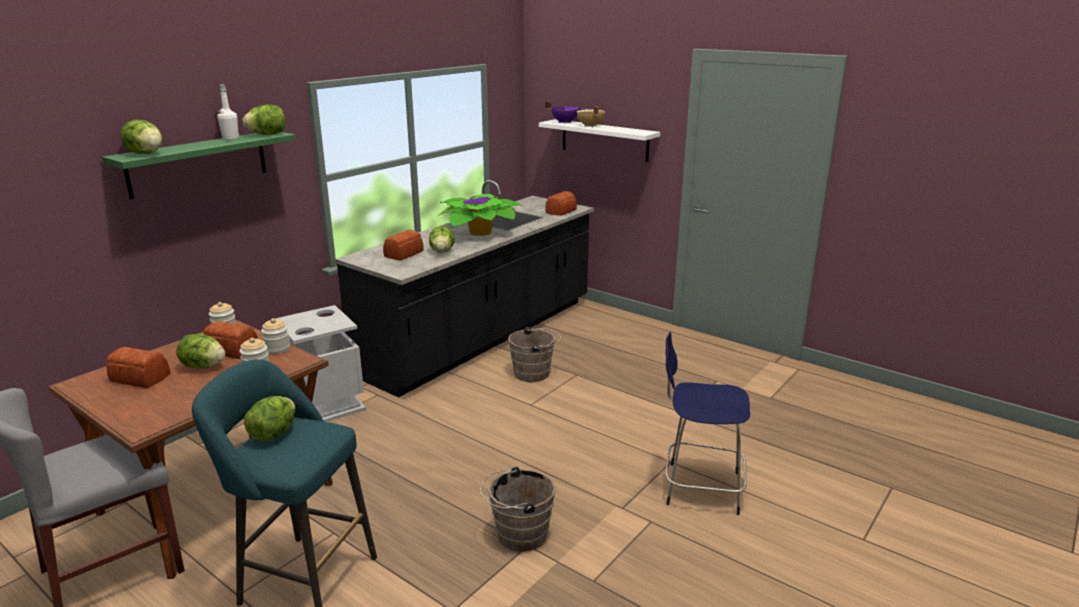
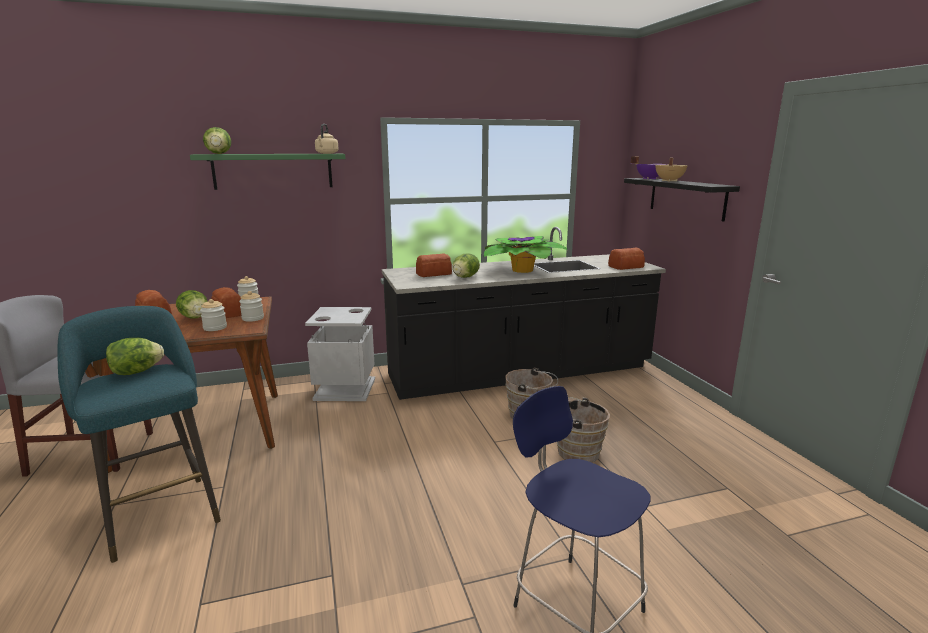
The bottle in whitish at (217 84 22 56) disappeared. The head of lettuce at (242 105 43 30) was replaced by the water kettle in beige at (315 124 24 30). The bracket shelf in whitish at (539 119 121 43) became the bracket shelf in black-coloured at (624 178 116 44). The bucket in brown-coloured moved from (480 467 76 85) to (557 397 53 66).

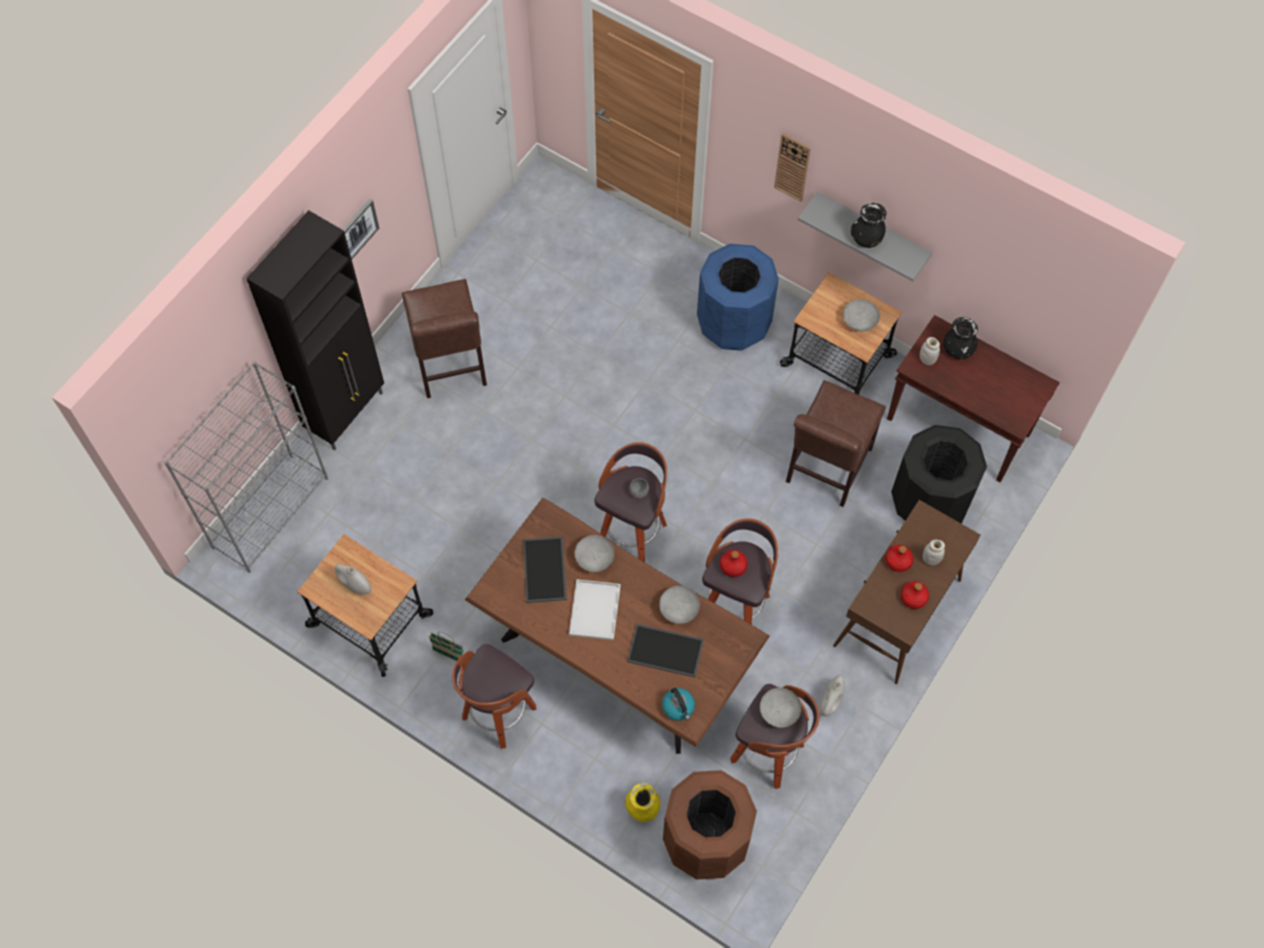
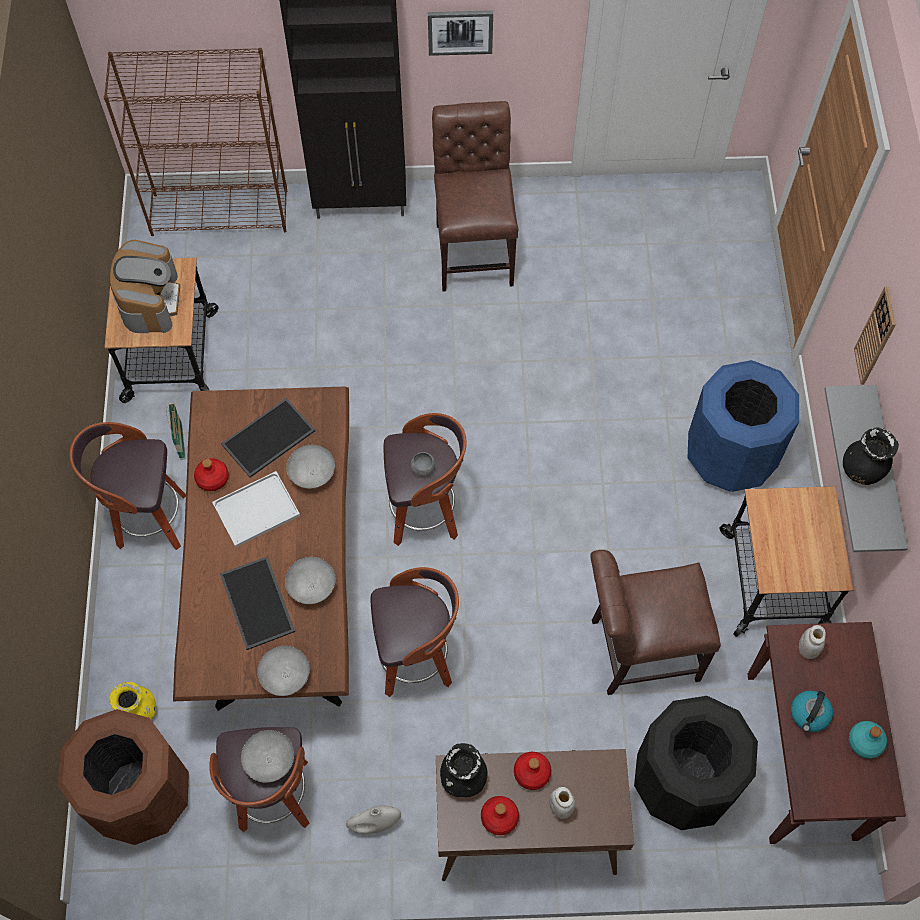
The plain chair in brown-coloured at (402 279 85 119) turned 135 degrees clockwise. The deep dish in greyish moved from (843 299 37 32) to (257 646 53 50). The flower vase in black-coloured moved from (943 317 35 42) to (440 743 48 54). The bookshelf in greyish at (164 361 164 212) became the bookshelf in brown-coloured at (103 48 185 188). The bottle in red moved from (720 550 28 27) to (194 458 35 33). The flower vase in whitish at (335 564 36 30) was replaced by the coffee brewer at (110 240 70 93). The water kettle moved from (662 688 33 33) to (791 690 42 42). The bottle in blue-green at (849 721 38 38) appeared.

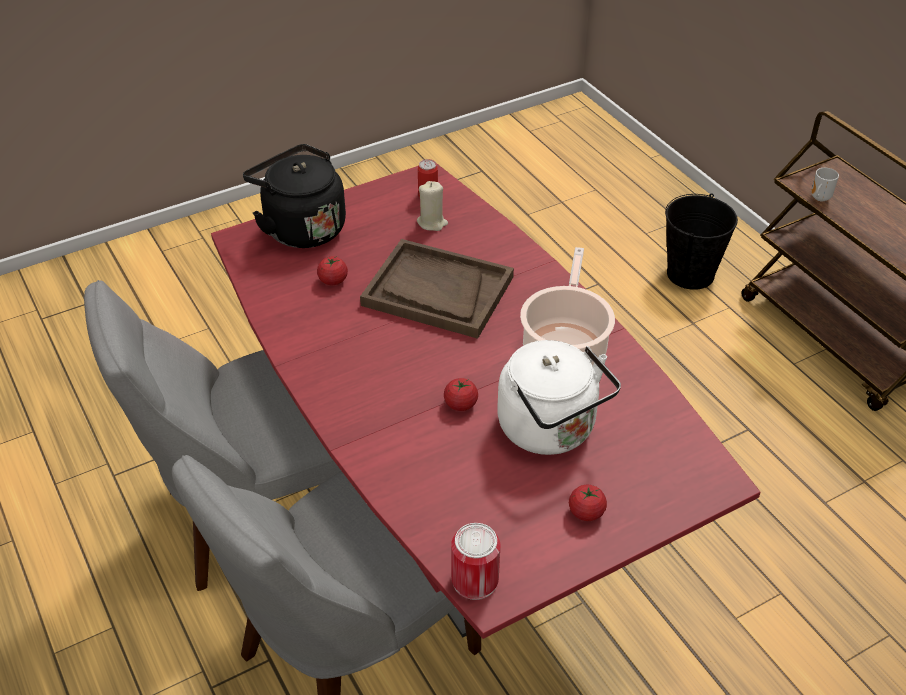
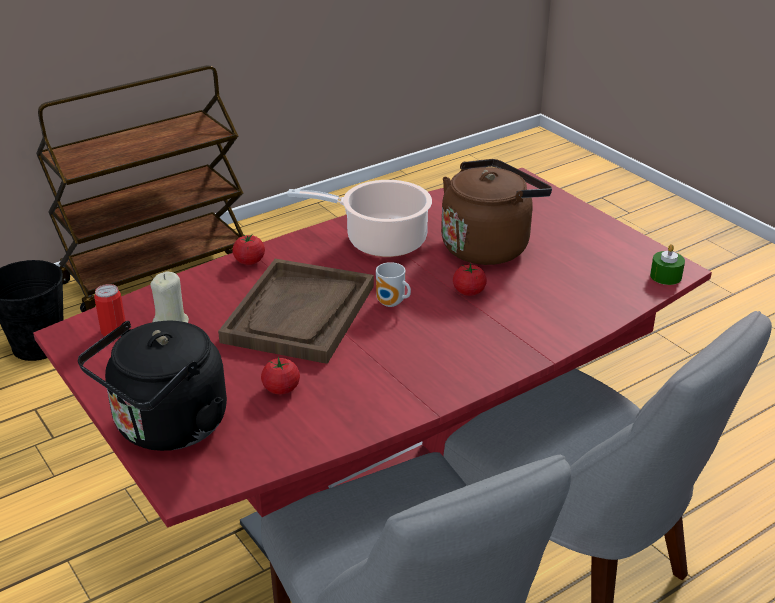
The coffee mug moved from (811 168 28 33) to (376 262 35 45). The water kettle in whitish at (497 340 124 115) became the water kettle in brown-coloured at (441 159 111 106). The fresh tomato moved from (569 485 38 36) to (232 234 33 31). The sealed can at (451 523 49 77) was replaced by the candle in green-coloured at (650 244 35 41).

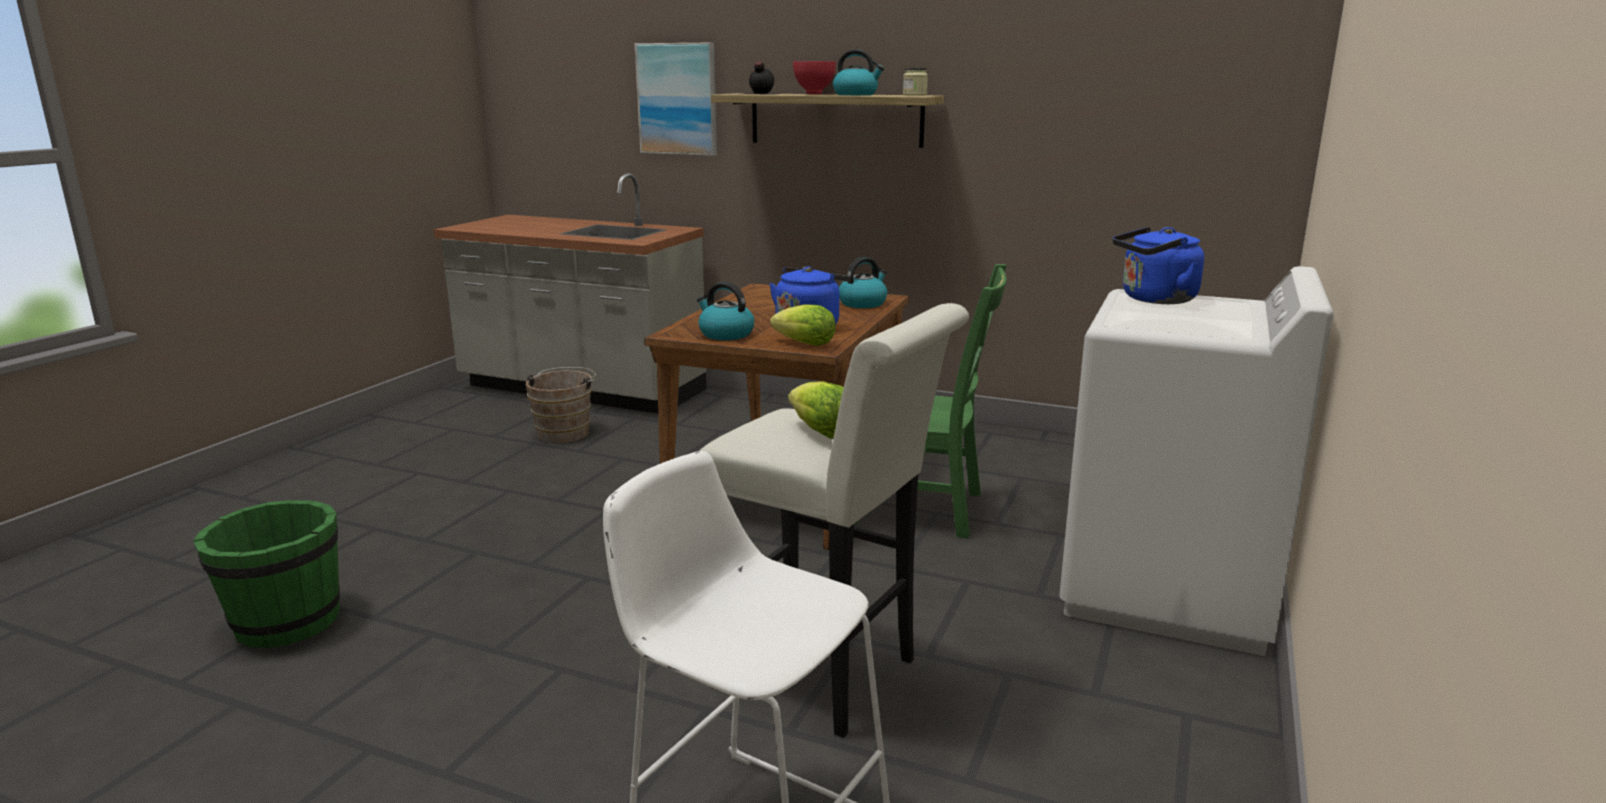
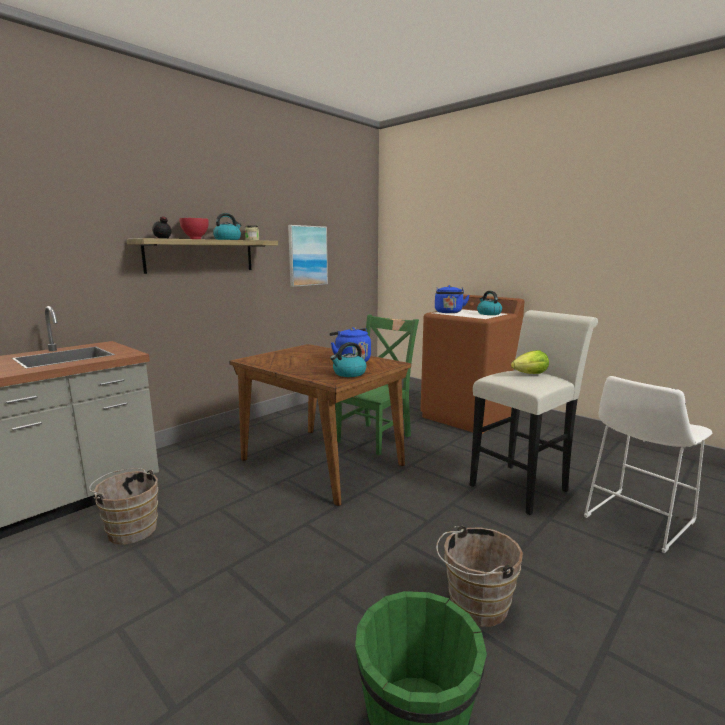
The picture moved from (635 43 82 113) to (288 225 40 62). The water kettle moved from (839 257 48 51) to (477 291 25 24). The laundry machine in whitish at (1060 266 273 390) became the laundry machine in brown-coloured at (421 294 104 140). The head of lettuce at (770 304 66 42) disappeared. The bucket in brown-coloured at (436 525 87 102) appeared.

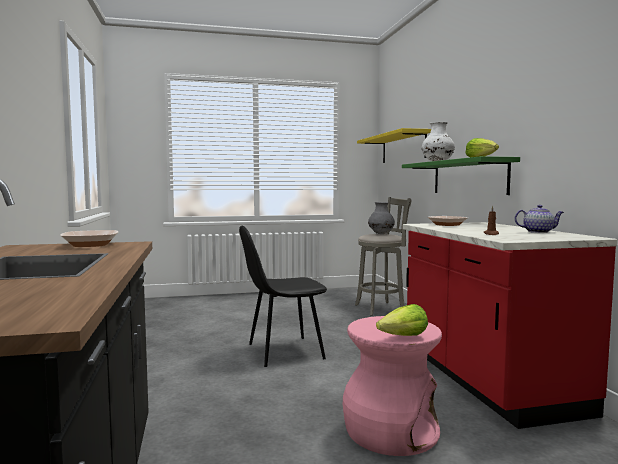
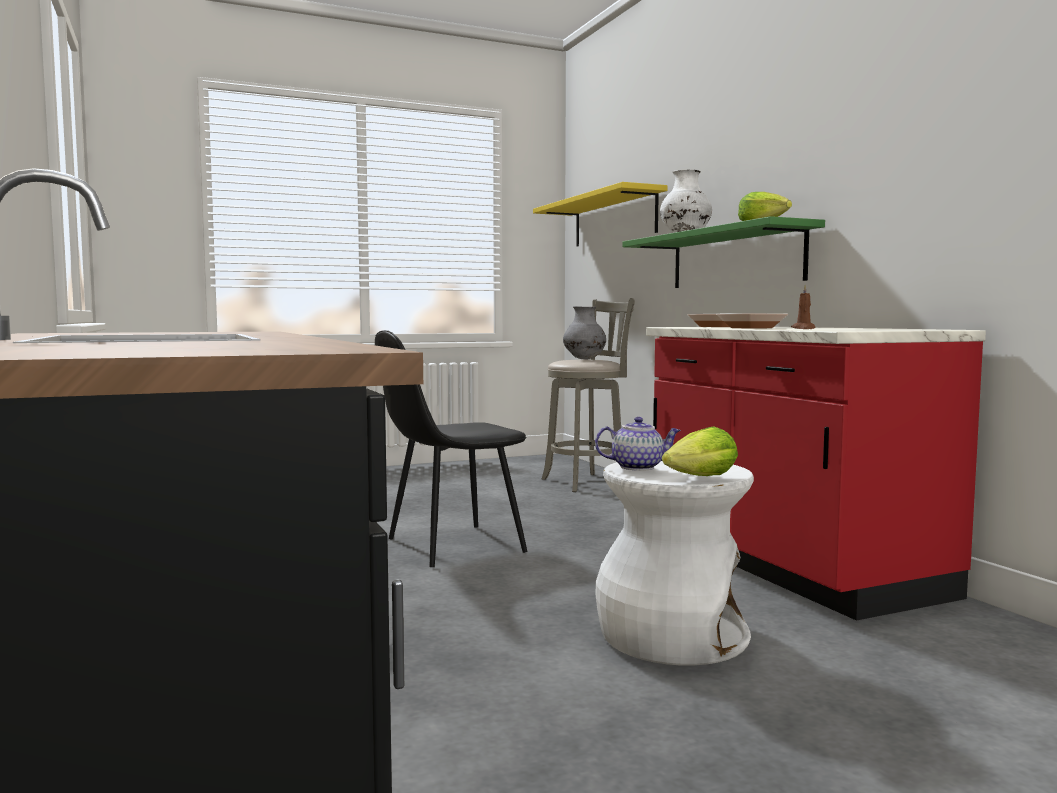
The tea pot moved from (515 205 49 28) to (595 417 86 54). The deep dish moved from (60 230 58 17) to (716 313 72 15). The stool seat in pink-coloured at (343 316 99 140) became the stool seat in whitish at (596 461 158 205).

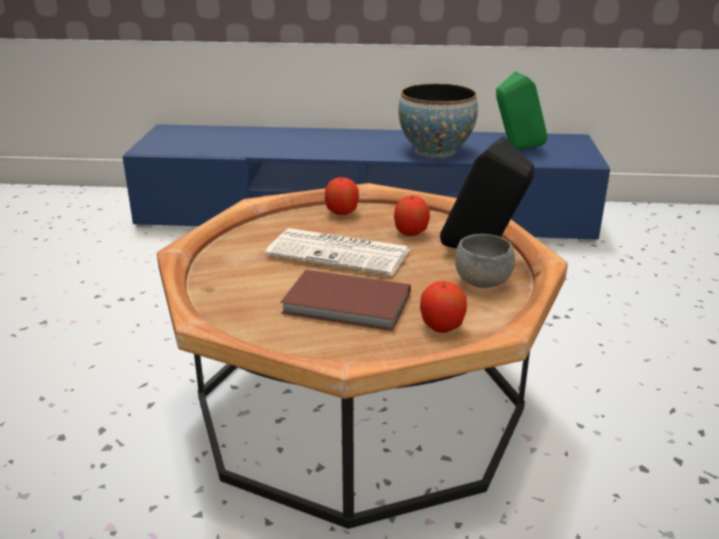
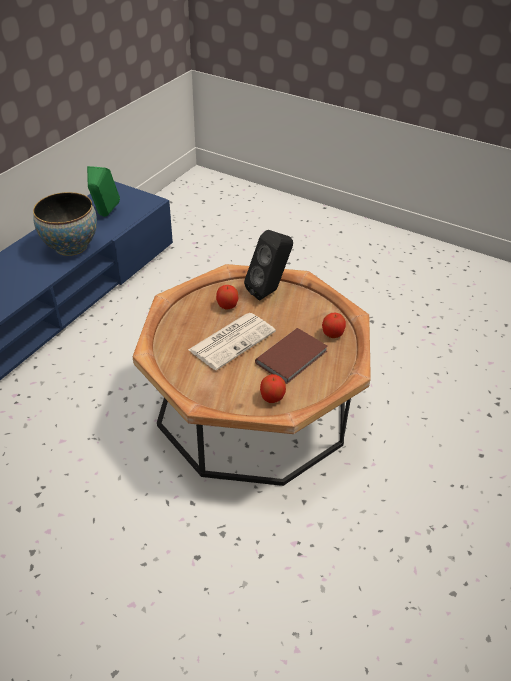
The whole apple moved from (324 177 35 38) to (260 374 26 29). The deep dish in greyish at (455 234 60 54) disappeared.

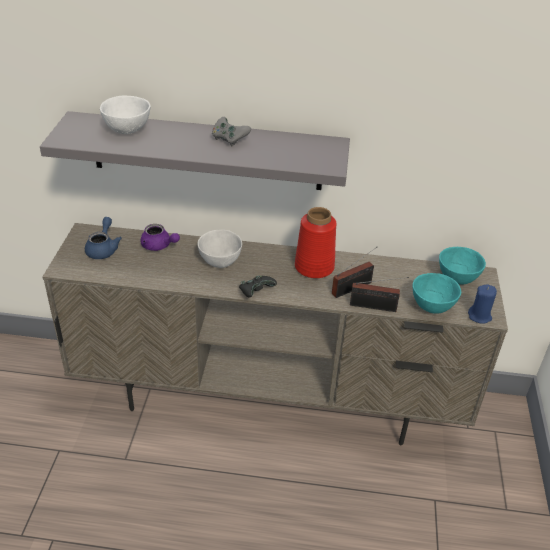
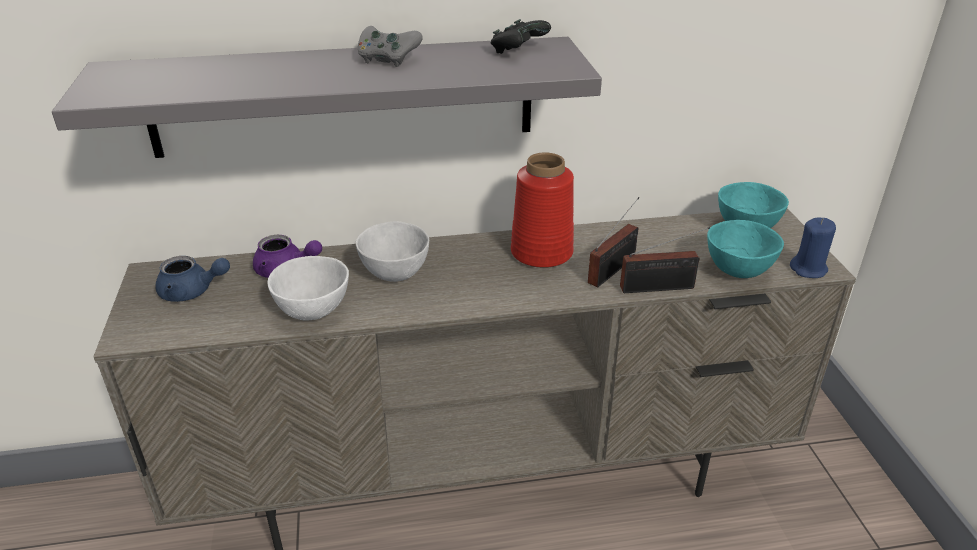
The deep dish in whitish moved from (100 96 50 38) to (267 256 82 64). The tea pot in bluish at (85 217 37 42) turned 105 degrees clockwise. The joypad in black-coloured moved from (239 275 38 22) to (491 19 60 35).

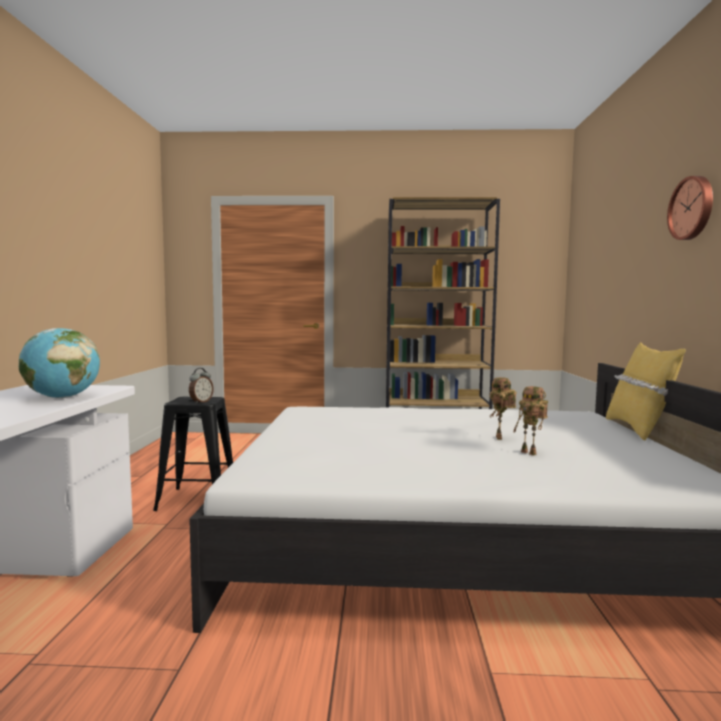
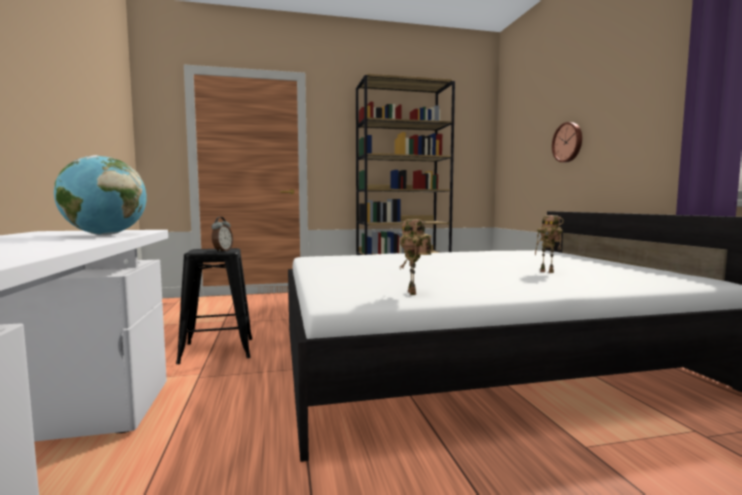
The hanging clock moved from (667 176 46 64) to (552 122 30 40). The pillow in yellow-coloured at (606 342 80 98) disappeared. The model robot moved from (489 377 28 63) to (399 219 33 76).

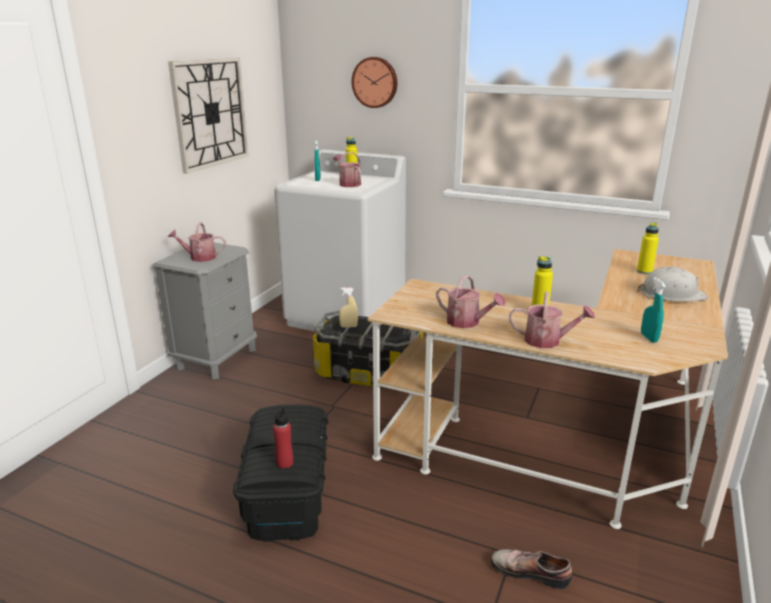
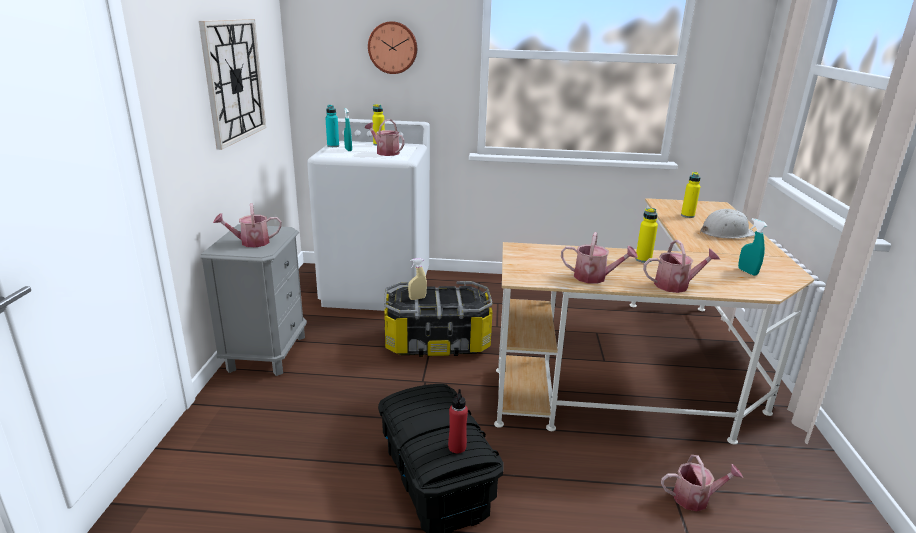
The shoe at (491 549 81 40) was replaced by the watering pot at (661 455 82 56). The bottle in blue-green at (325 105 14 42) appeared.

